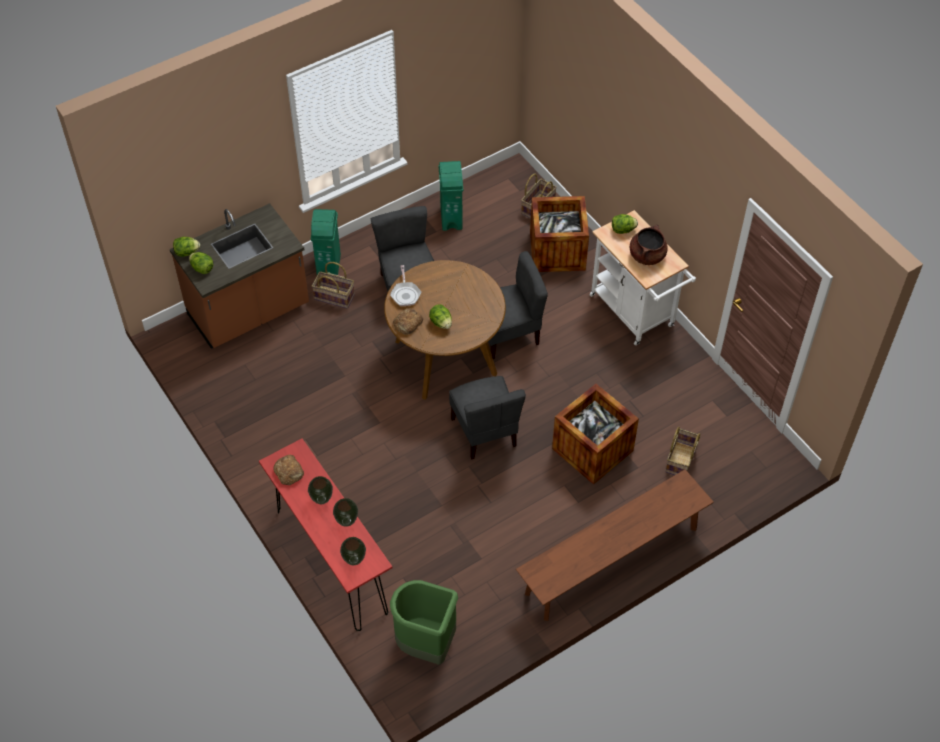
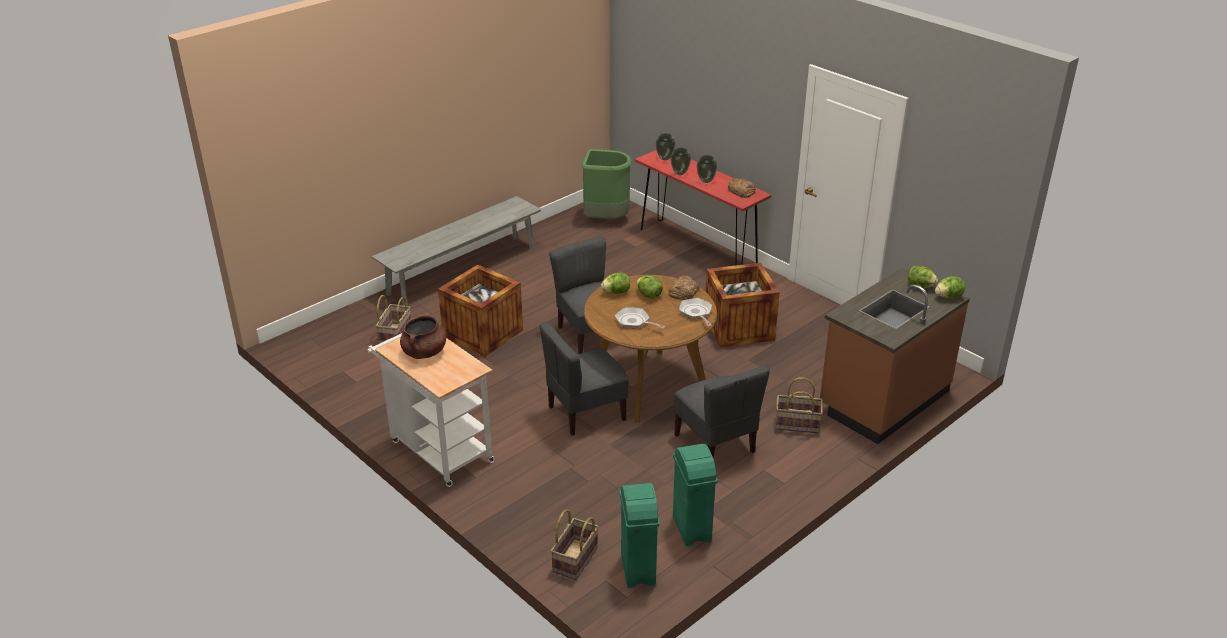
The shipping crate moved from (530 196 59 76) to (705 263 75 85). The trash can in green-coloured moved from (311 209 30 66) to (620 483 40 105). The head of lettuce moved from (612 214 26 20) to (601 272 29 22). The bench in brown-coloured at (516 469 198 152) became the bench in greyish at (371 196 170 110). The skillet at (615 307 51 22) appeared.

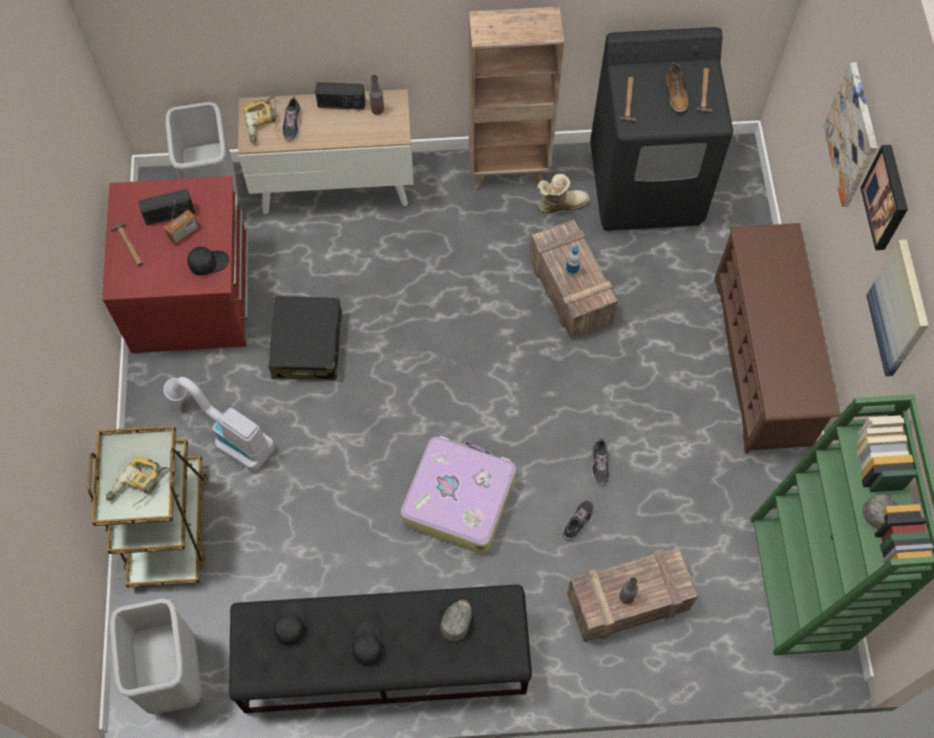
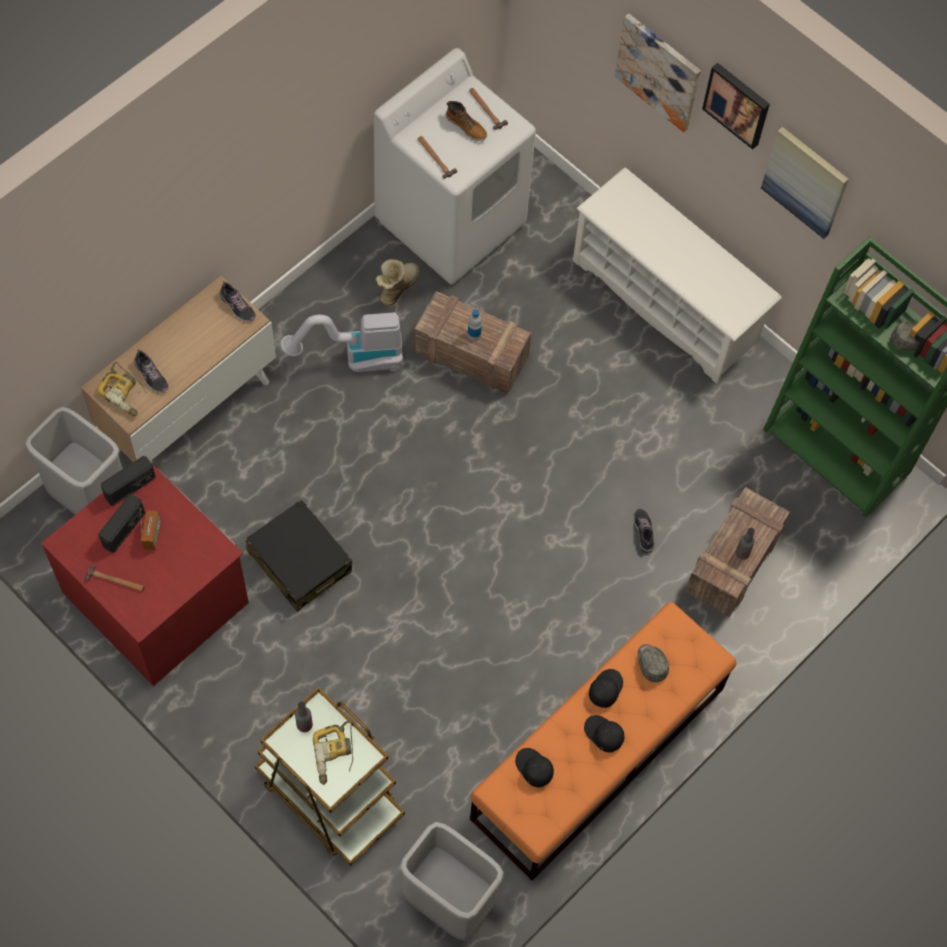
The bookshelf in brown-coloured at (469 7 95 183) disappeared. The laundry machine in black-coloured at (590 27 143 204) became the laundry machine in whitish at (374 48 162 236). The bottle moved from (369 75 15 40) to (295 701 18 31). The radio receiver moved from (315 82 50 28) to (101 456 55 50). The shoe stand in brown-coloured at (715 223 125 231) became the shoe stand in whitish at (573 167 209 217). The cap in black-coloured moved from (187 247 42 28) to (589 669 34 39). The hoover moved from (163 377 112 95) to (281 312 122 60). The travel case at (401 436 115 118) disappeared. The shoe moved from (591 438 18 47) to (220 281 36 41). The bench in black-coloured at (229 584 303 129) became the bench in orange at (470 602 266 279).

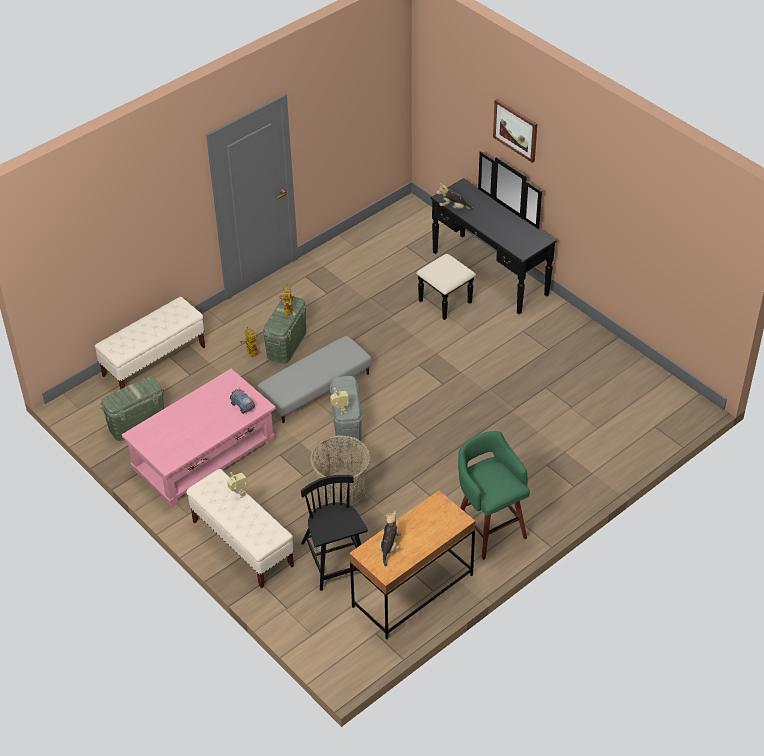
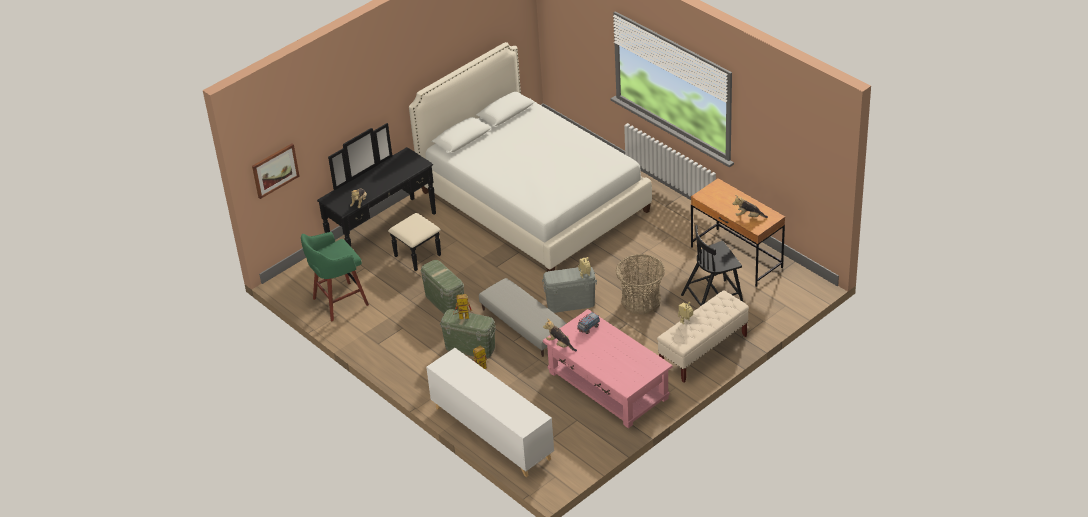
The picture moved from (493 99 44 64) to (252 144 48 55). The bench in beige at (95 297 110 92) was replaced by the cabinet in whitish at (426 348 128 129). The storage bin in green-coloured moved from (100 376 64 65) to (421 260 43 54). The stool seat in green-coloured moved from (458 431 72 129) to (301 232 68 89). The sleeping bed in whitish at (409 42 243 230) appeared. The plush toy at (543 318 34 33) appeared.

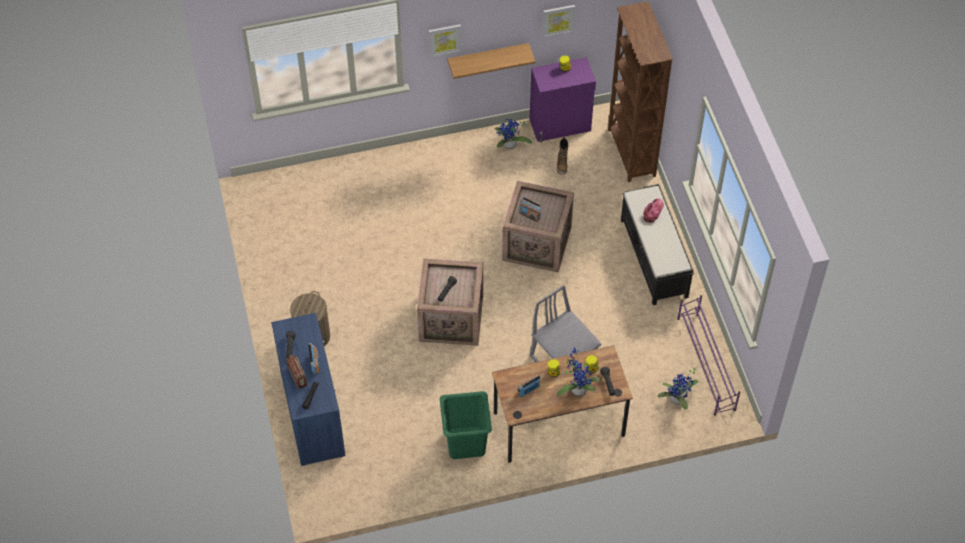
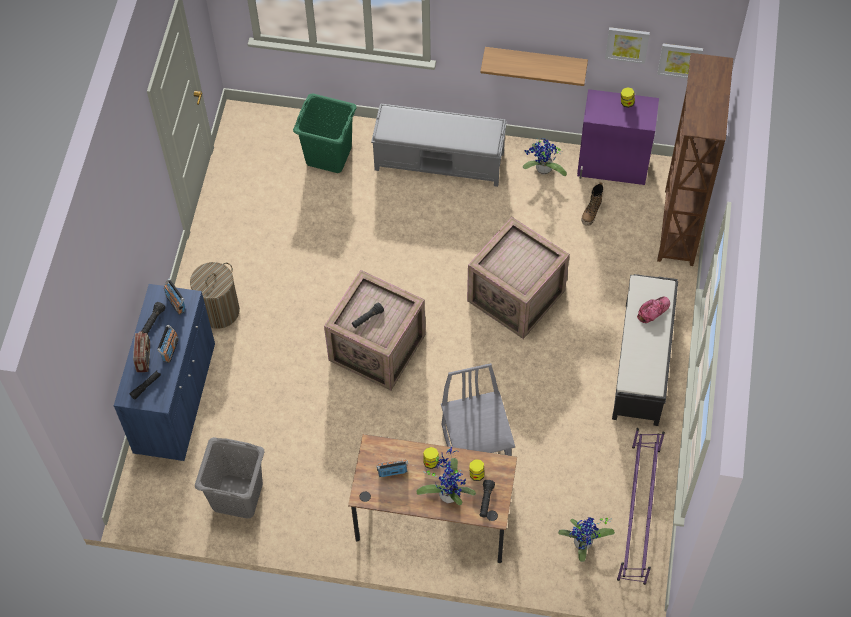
The picture moved from (429 24 32 33) to (657 43 46 35). The radio receiver moved from (519 197 23 25) to (164 279 21 36). The hamper in green-coloured moved from (440 391 52 68) to (293 93 64 80). The bench in greyish at (371 103 136 84) appeared. The hamper in greyish at (195 437 70 82) appeared.

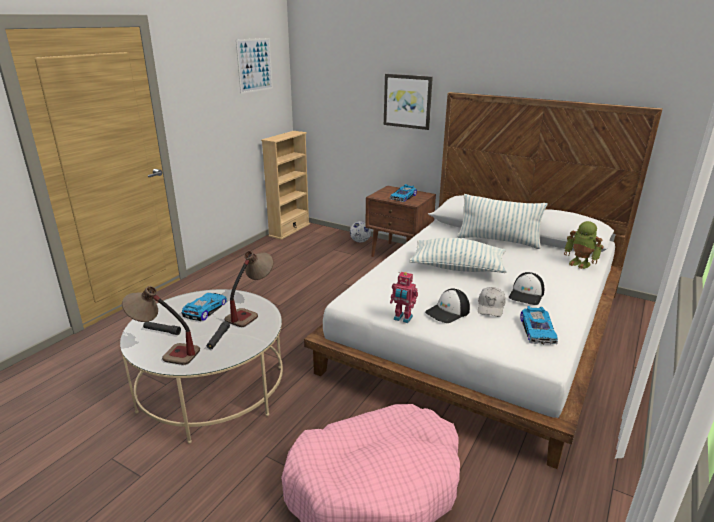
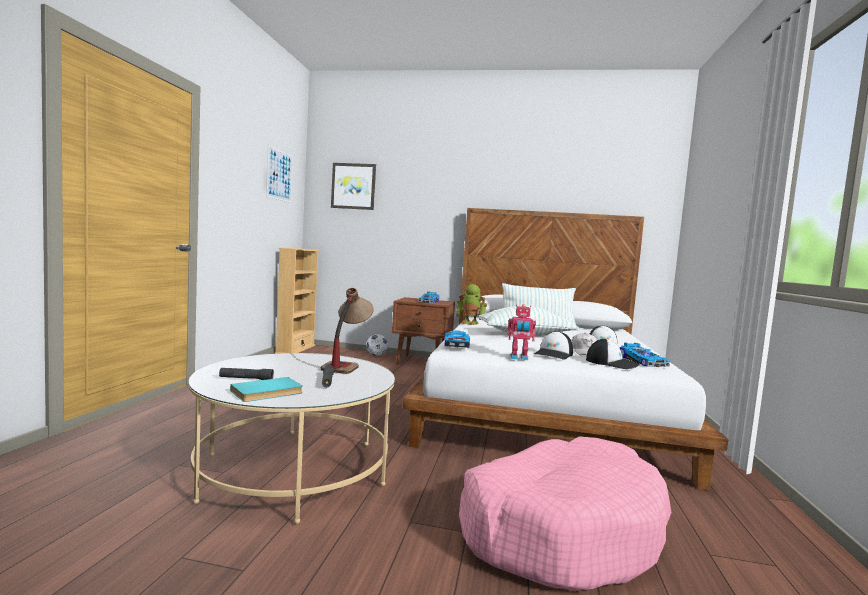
The picture moved from (384 74 49 56) to (331 163 45 47). The model robot moved from (564 221 40 48) to (456 284 31 41). The tabletop lamp at (122 286 78 79) was replaced by the book in blue-green at (230 377 73 25). The model car moved from (182 293 46 28) to (444 330 26 18). The cap at (586 338 54 31) appeared.

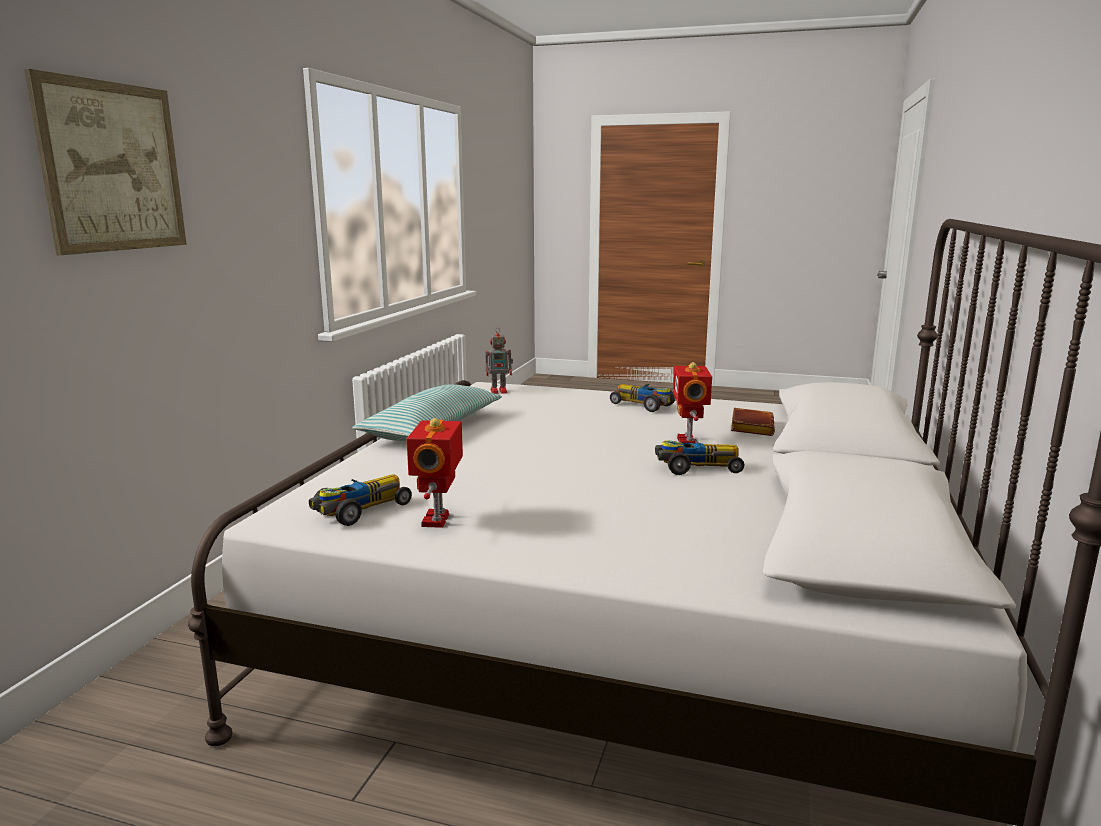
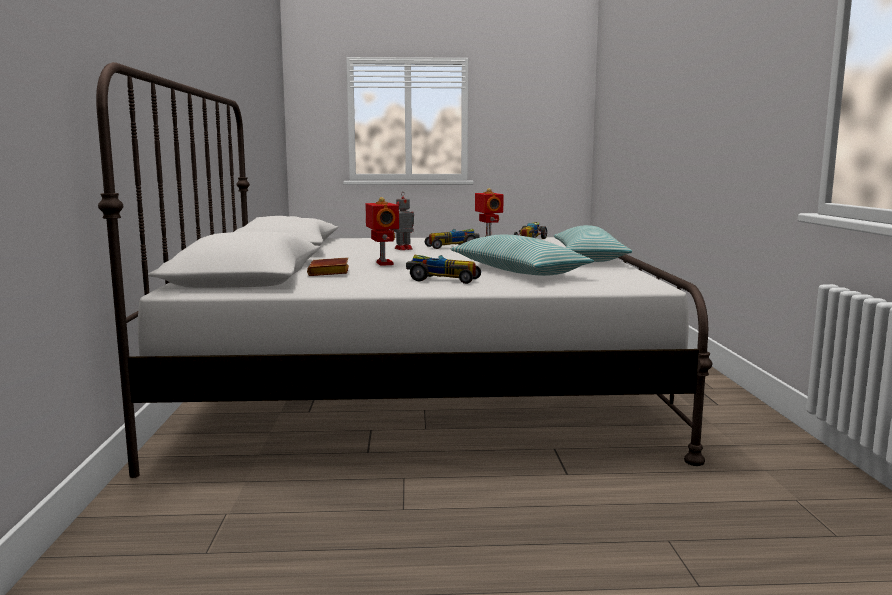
The picture at (24 69 163 186) disappeared. The model robot moved from (485 327 28 67) to (390 193 24 57). The model car moved from (655 439 89 36) to (425 229 55 20). The pillow at (450 235 144 41) appeared.

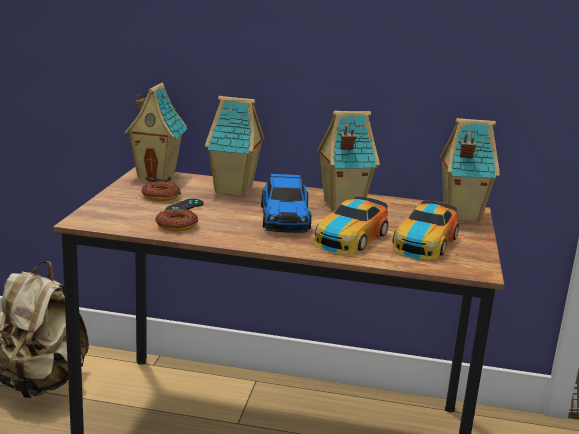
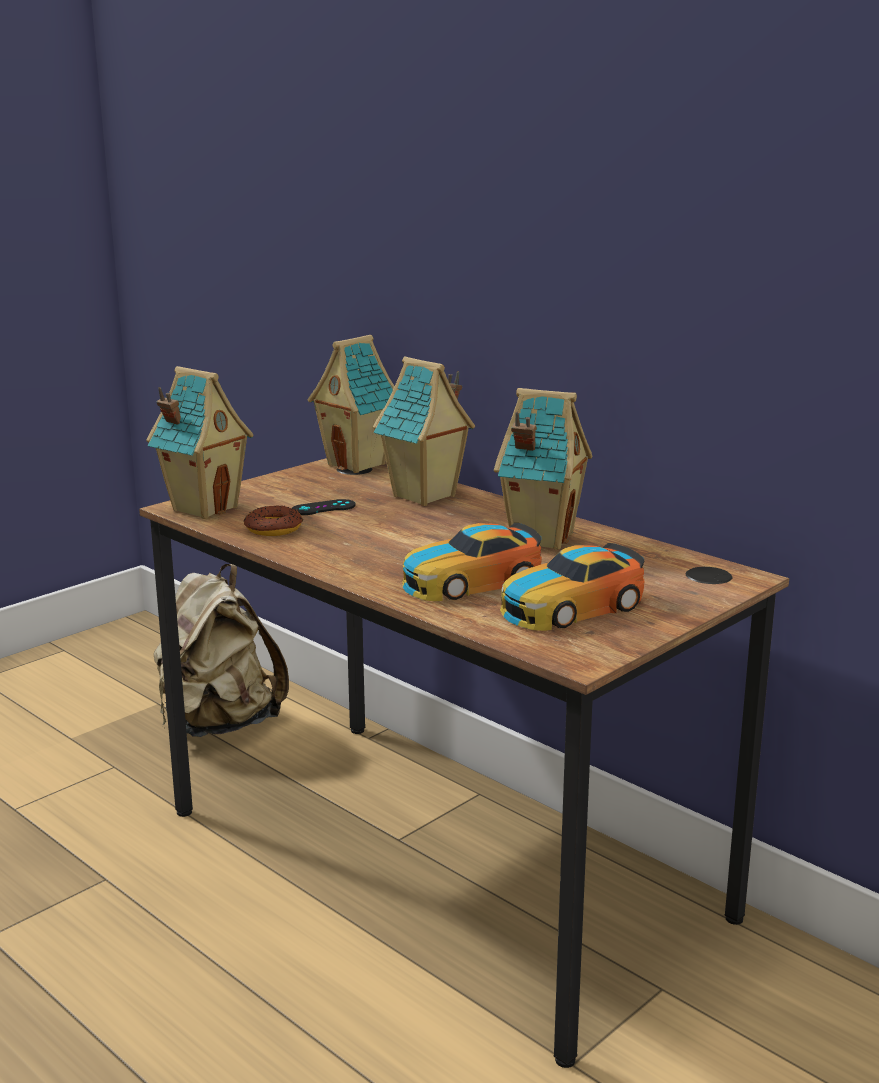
The toy house moved from (440 118 60 103) to (146 366 107 153). The model car at (261 174 50 59) disappeared. The doughnut at (142 181 39 20) disappeared.

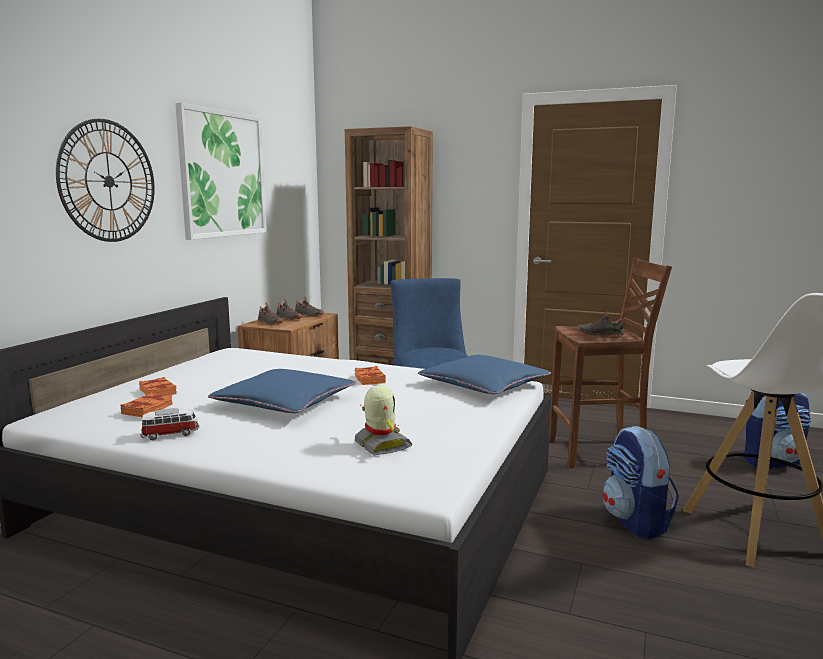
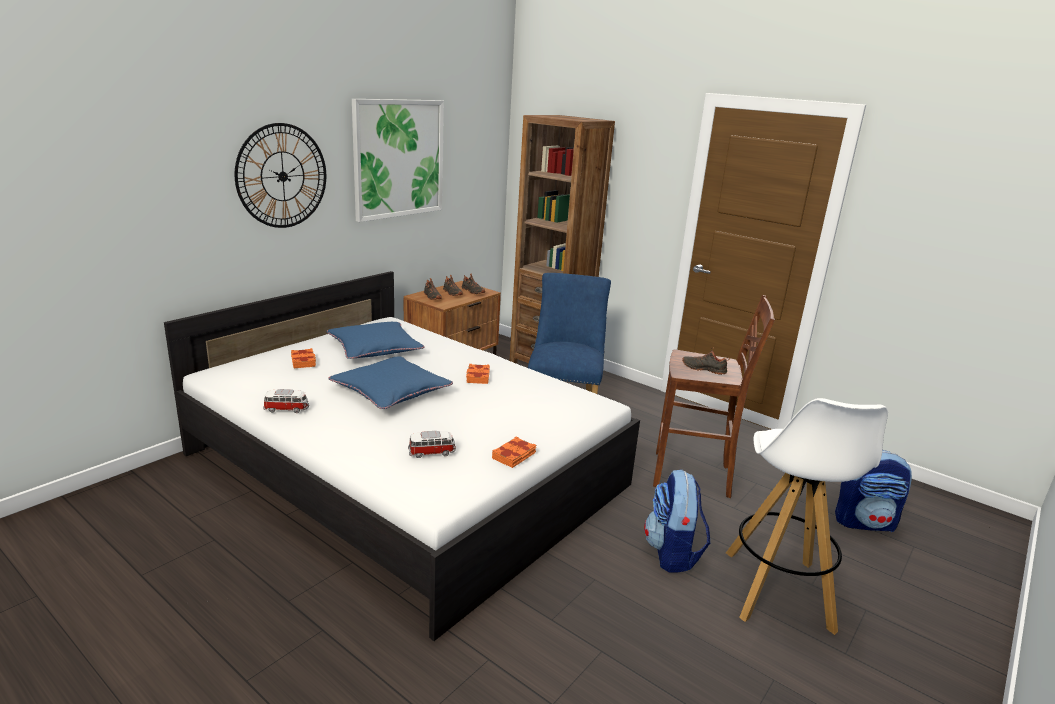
The pillow in bluish moved from (418 355 133 39) to (326 322 98 37). The model robot at (354 385 58 70) was replaced by the model car at (408 431 48 27). The book in orange moved from (121 393 52 24) to (492 436 44 32).

